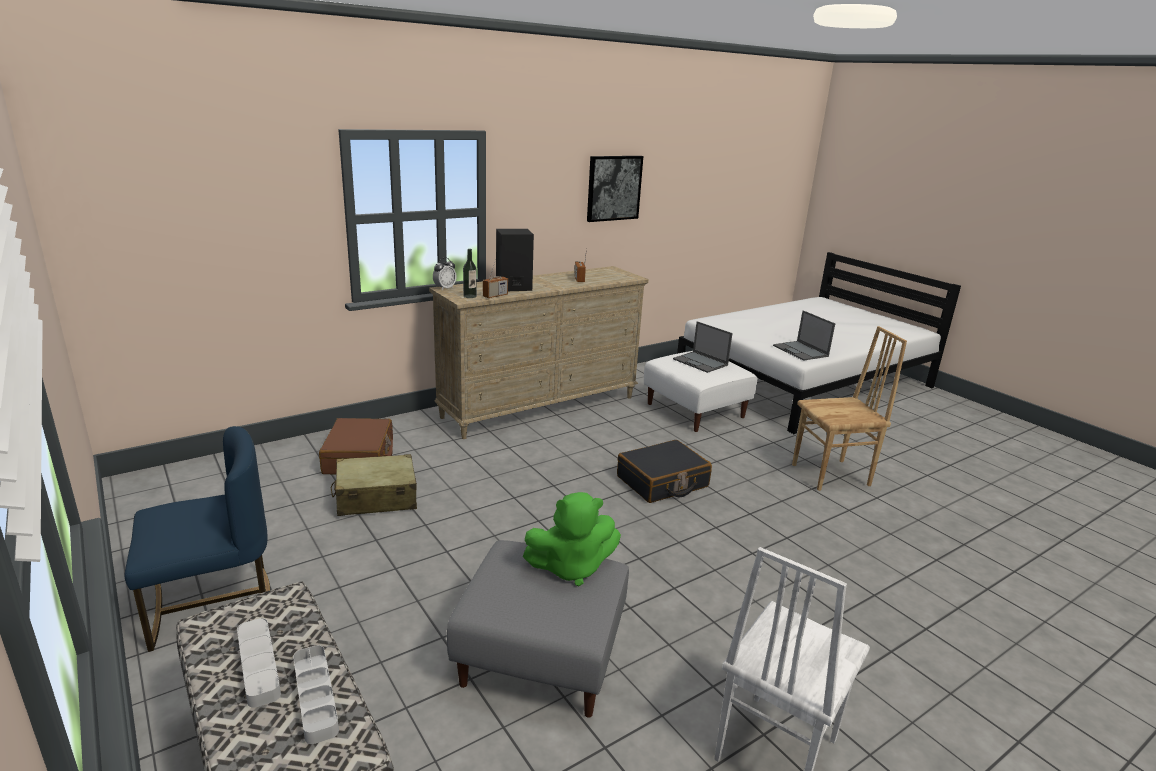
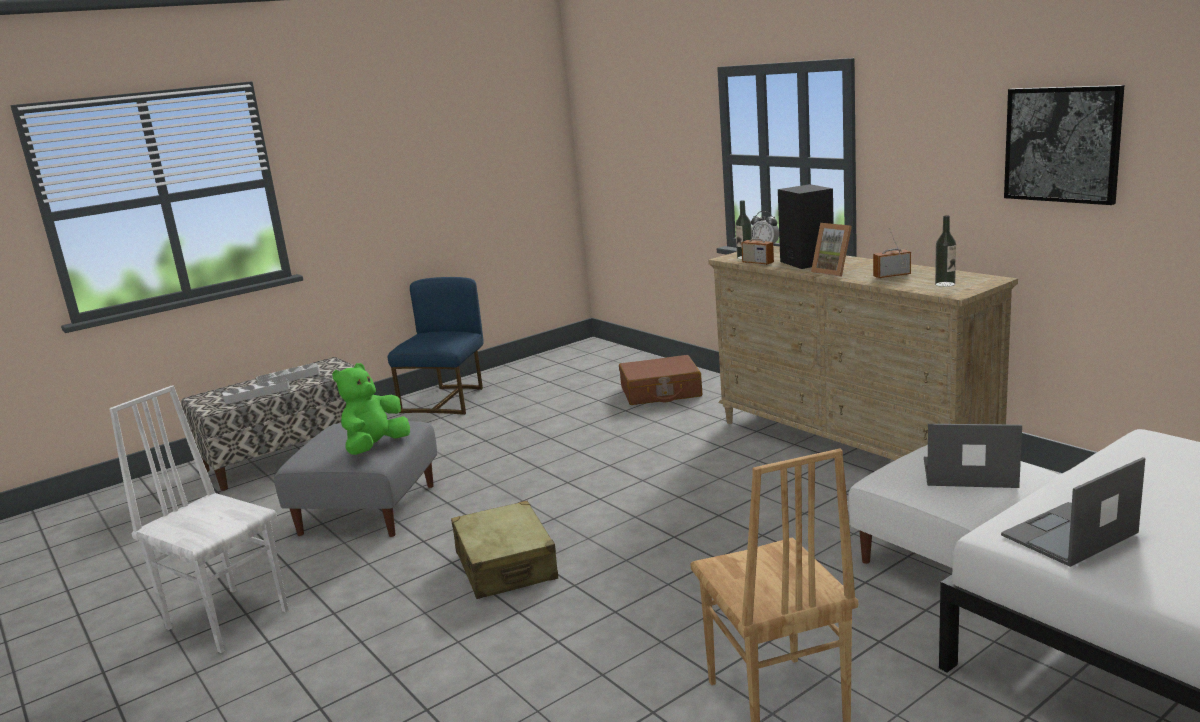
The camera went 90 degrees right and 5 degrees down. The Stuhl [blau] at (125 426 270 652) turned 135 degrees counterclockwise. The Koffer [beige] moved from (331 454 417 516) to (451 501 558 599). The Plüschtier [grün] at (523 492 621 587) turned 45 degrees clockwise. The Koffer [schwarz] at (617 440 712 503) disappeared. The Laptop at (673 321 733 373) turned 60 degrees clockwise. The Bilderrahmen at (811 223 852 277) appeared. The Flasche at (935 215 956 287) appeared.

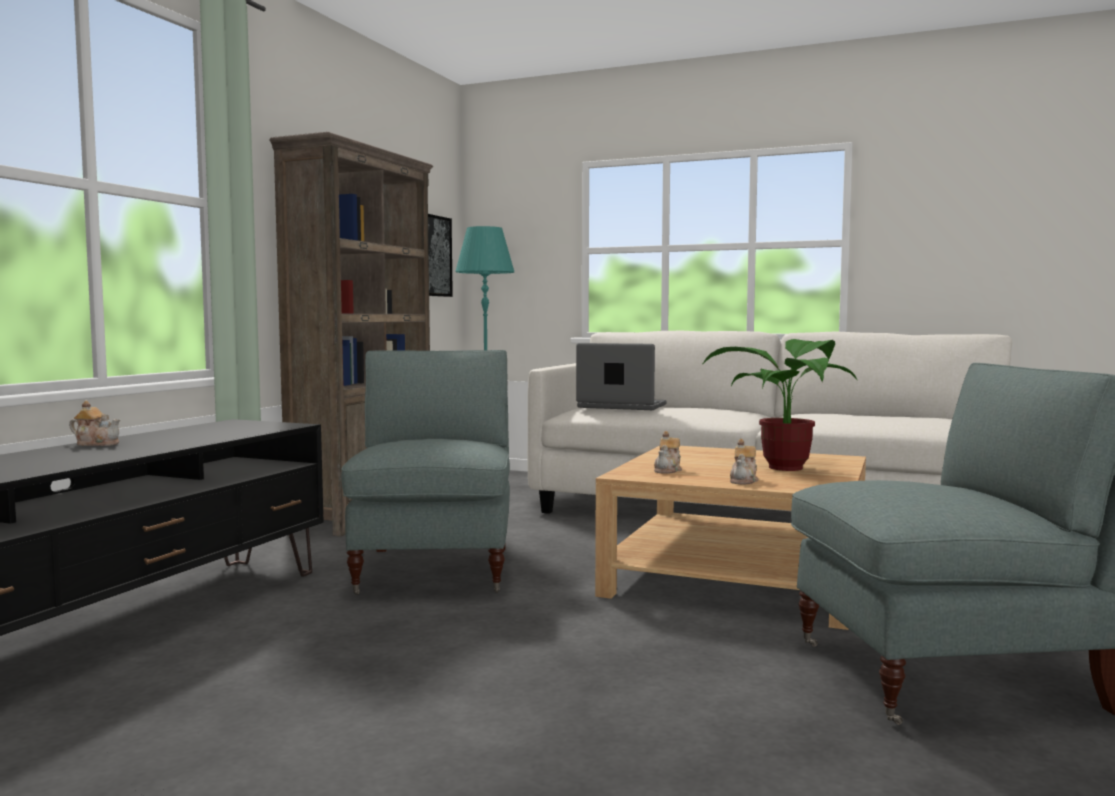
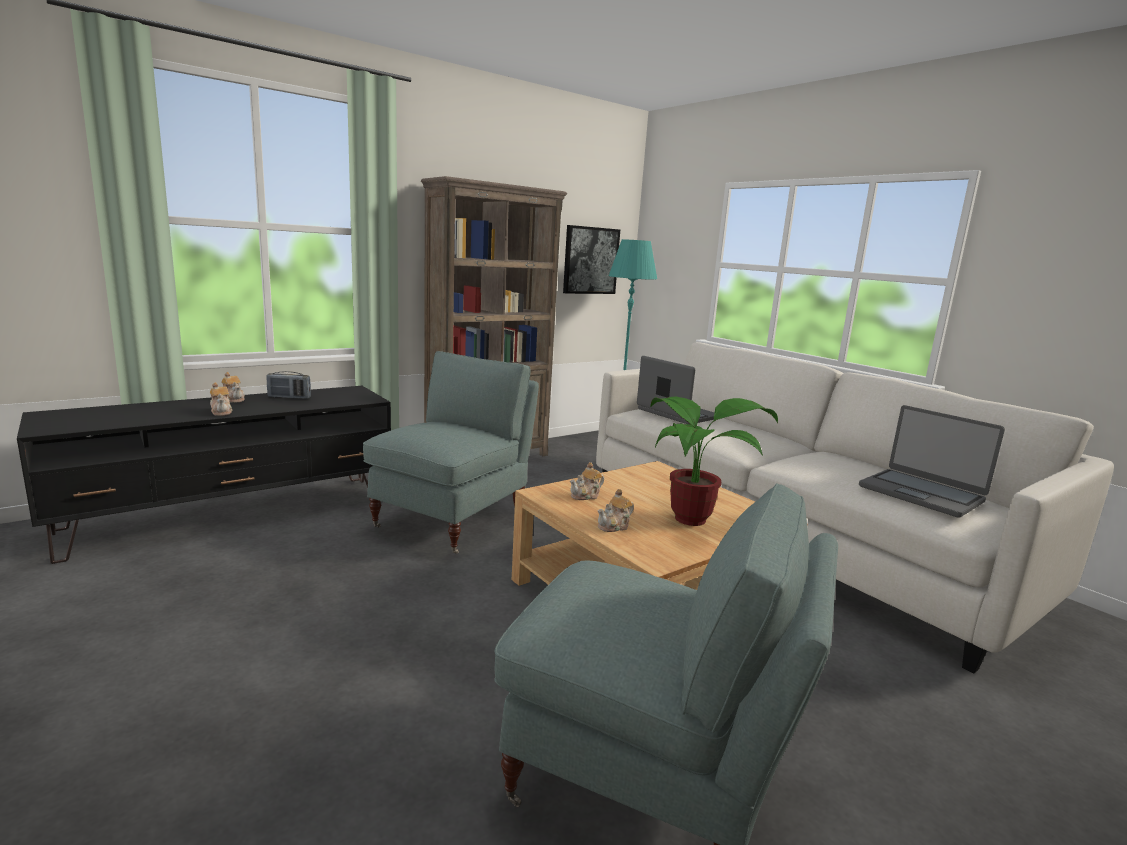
The camera went 30 degrees right and 10 degrees up. The Teekanne at (210 382 233 416) appeared. The Radio at (267 371 311 399) appeared. The Laptop at (859 405 1005 518) appeared.

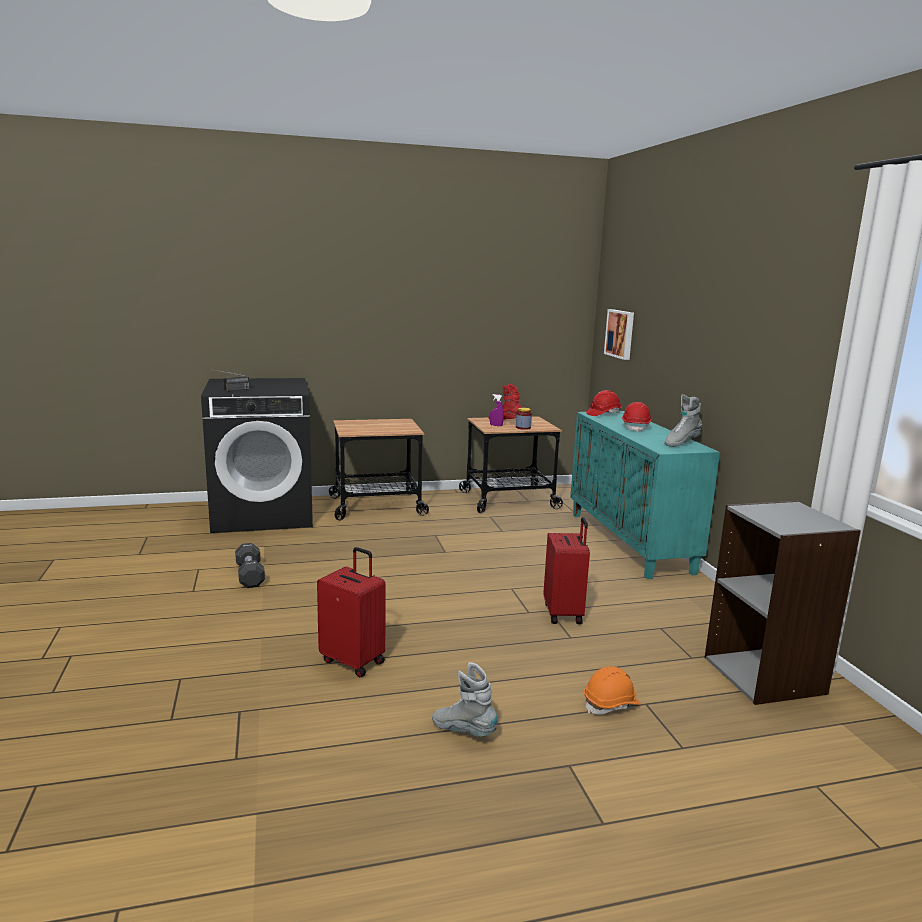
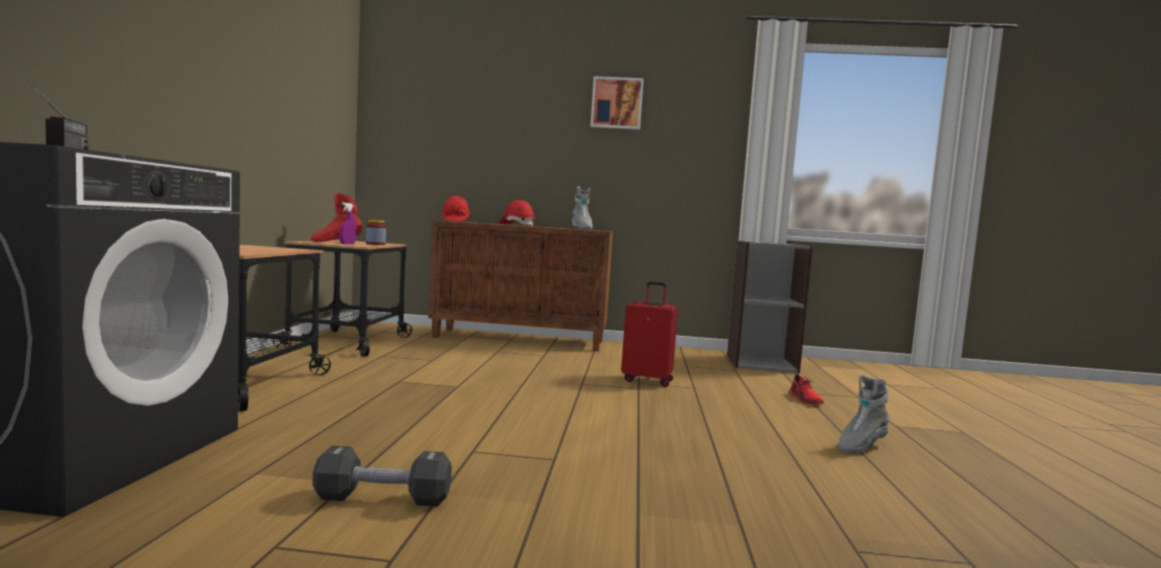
The camera went 70 degrees left and 10 degrees down. The Koffer [rot] at (317 547 386 677) disappeared. The Schrank [türkis] at (570 411 720 579) became the Schrank [braun] at (428 220 613 351). The Schutzhelm [orange] at (584 666 641 715) was replaced by the Schuh [rot] at (789 374 824 404). The Bild moved from (604 309 634 360) to (591 76 644 130).

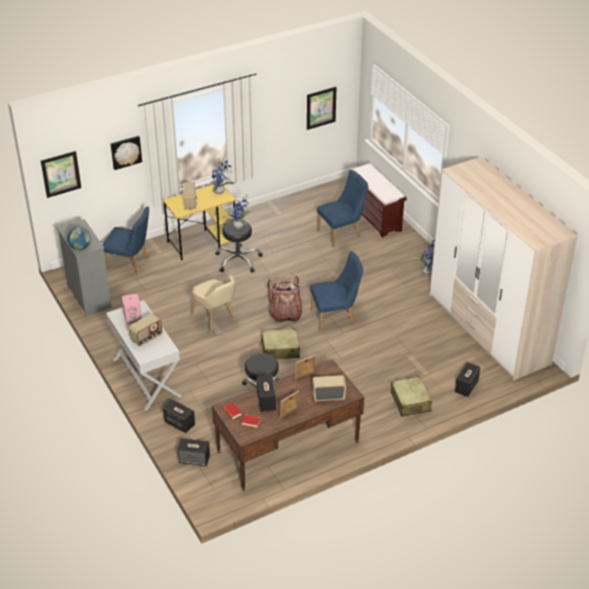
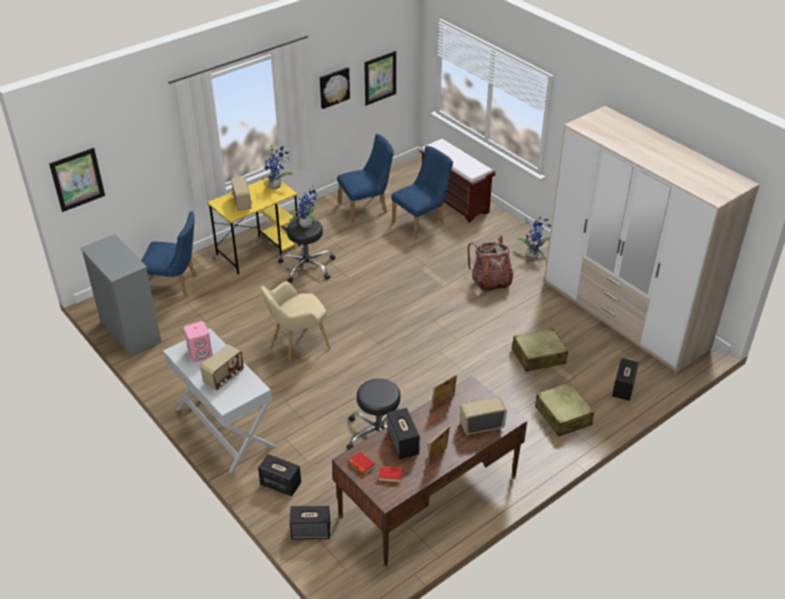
The camera went 10 degrees left and 0 degrees up. The Globus at (67 227 91 250) disappeared. The Bild moved from (111 136 142 170) to (320 67 350 109). The Sessel [beige] at (190 275 237 335) turned 105 degrees clockwise. The Koffer [beige] moved from (260 328 300 359) to (512 328 568 372). The Rucksack moved from (268 276 303 323) to (468 235 513 292). The Stuhl [blau] moved from (310 251 363 331) to (337 134 394 223).

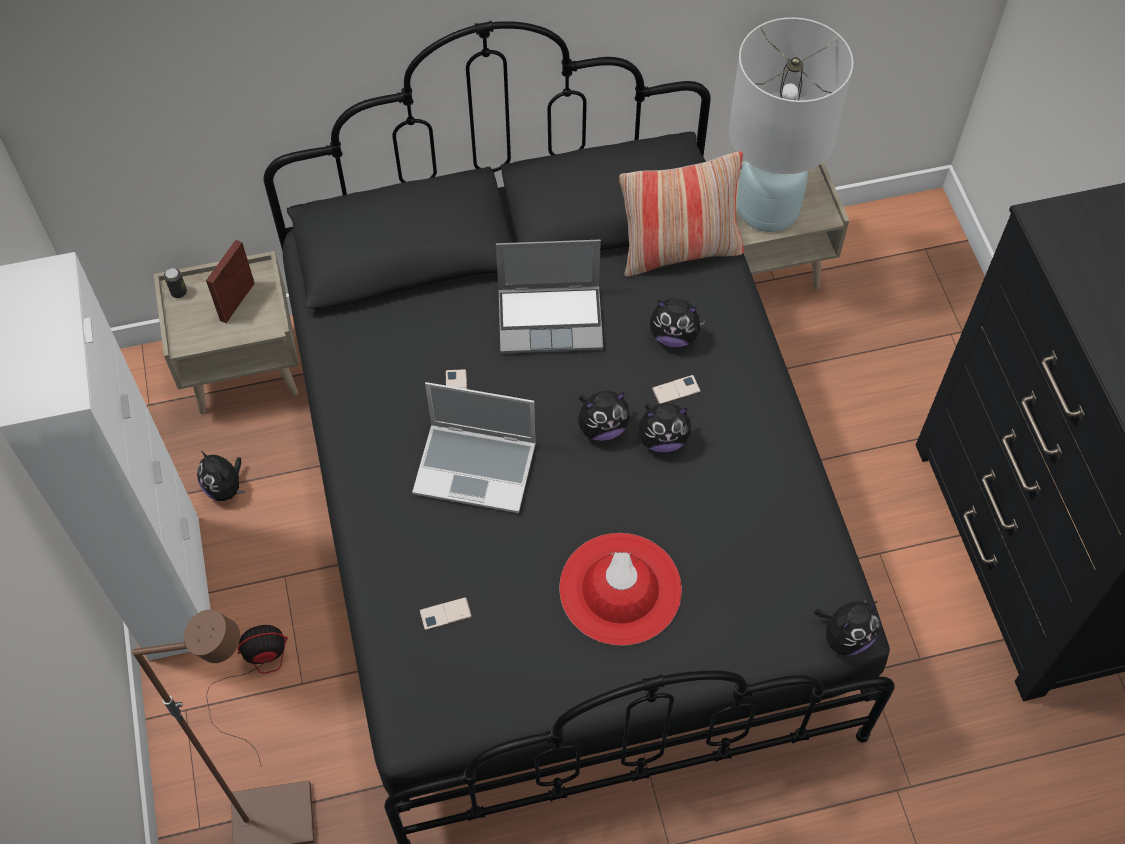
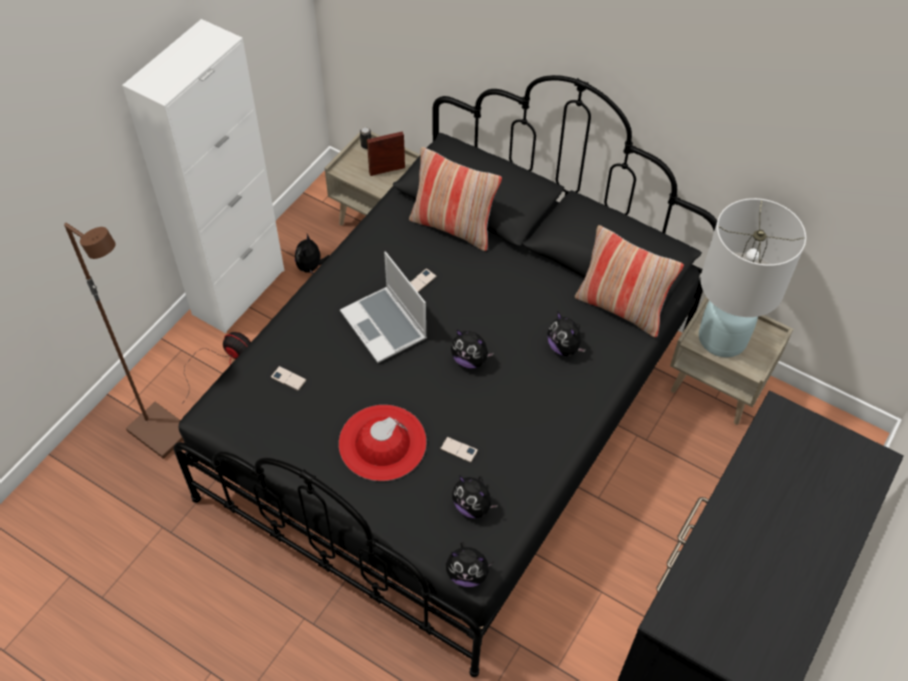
The camera went 45 degrees right and 5 degrees down. The Laptop at (496 240 603 354) disappeared. The Plüschtier moved from (638 403 692 452) to (452 475 498 518). The Handy moved from (652 375 701 404) to (440 437 478 462). The Kissen at (409 147 502 251) appeared.

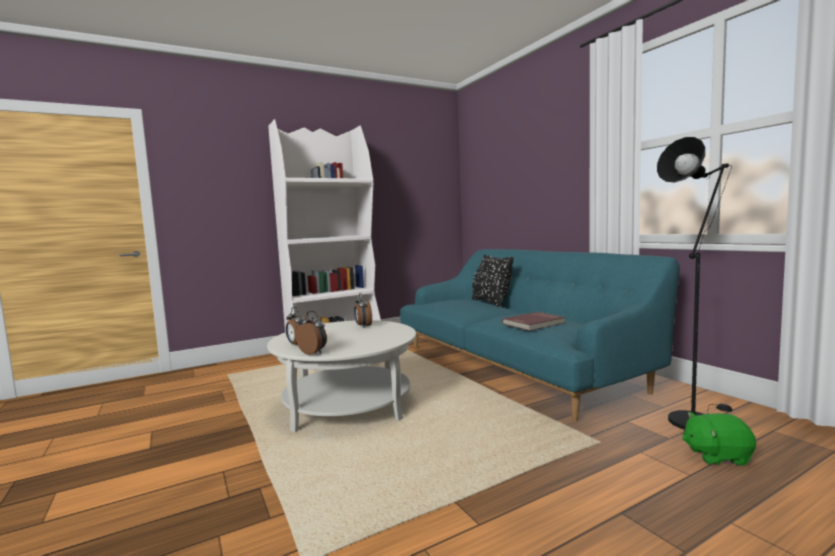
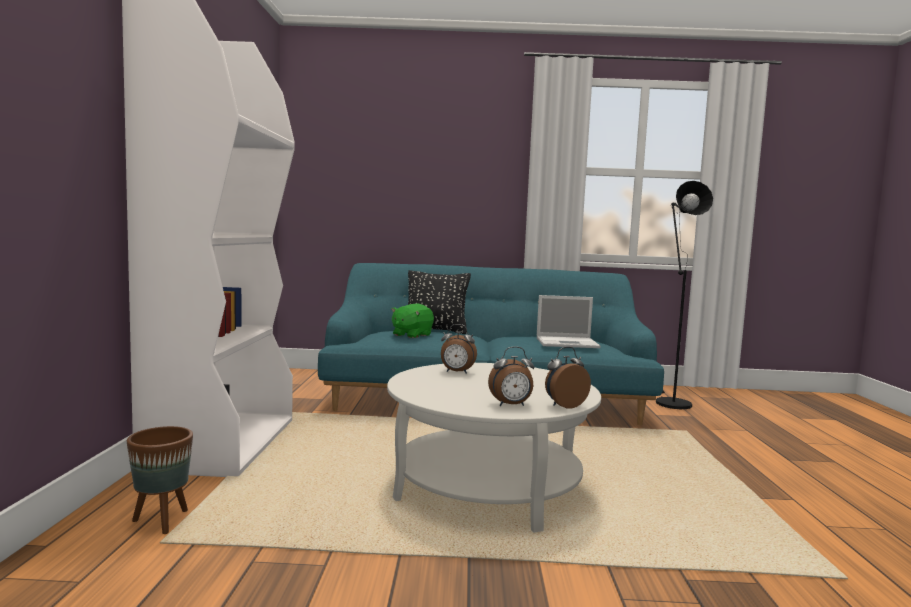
The camera went 60 degrees left and 0 degrees up. The Buch [rot] at (502 312 565 331) was replaced by the Laptop at (537 295 601 348). The Plüschtier [grün] moved from (682 412 756 466) to (391 304 434 338). The Pflanzkübel [braun] at (127 426 193 534) appeared.

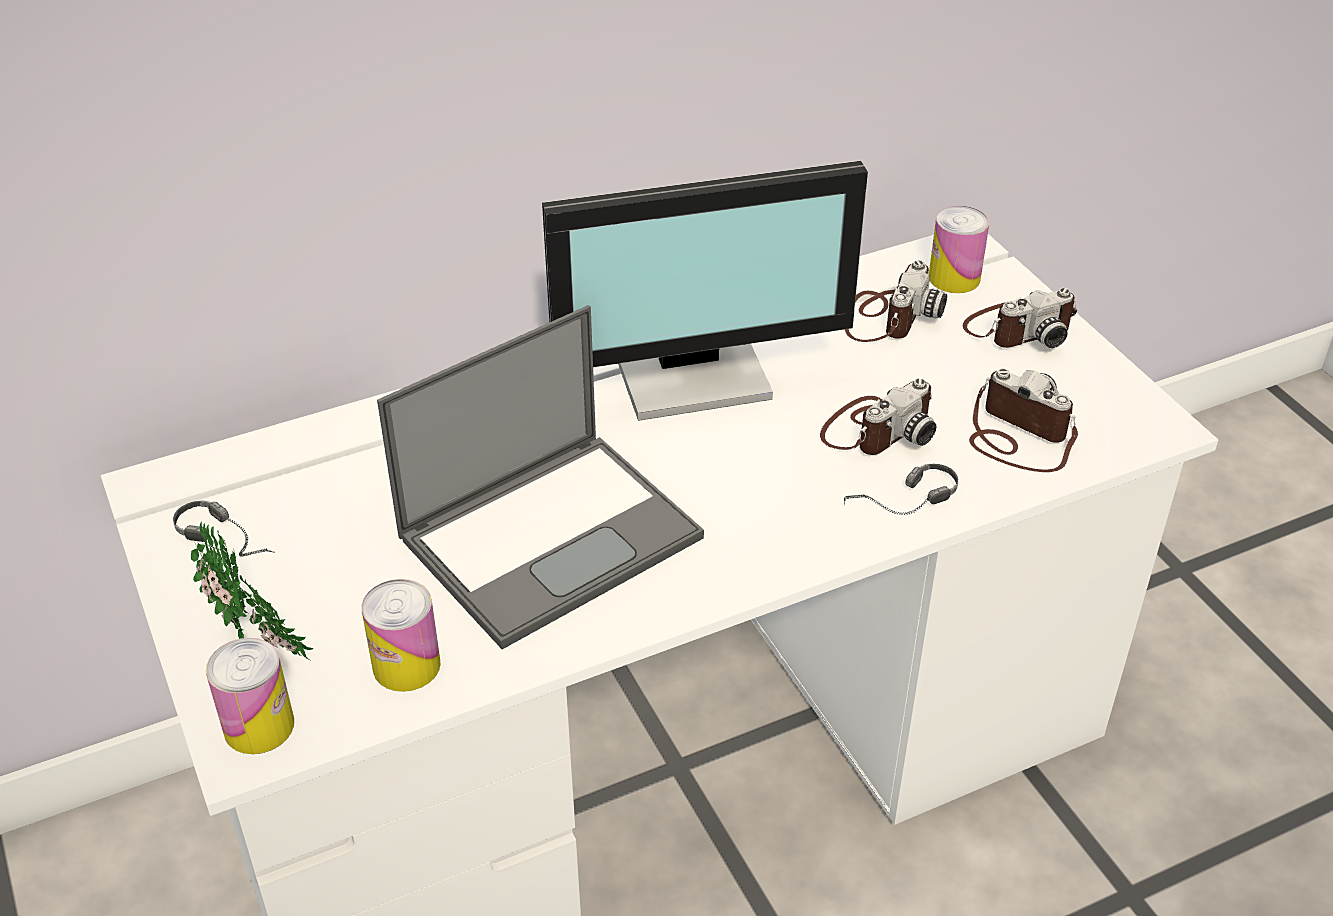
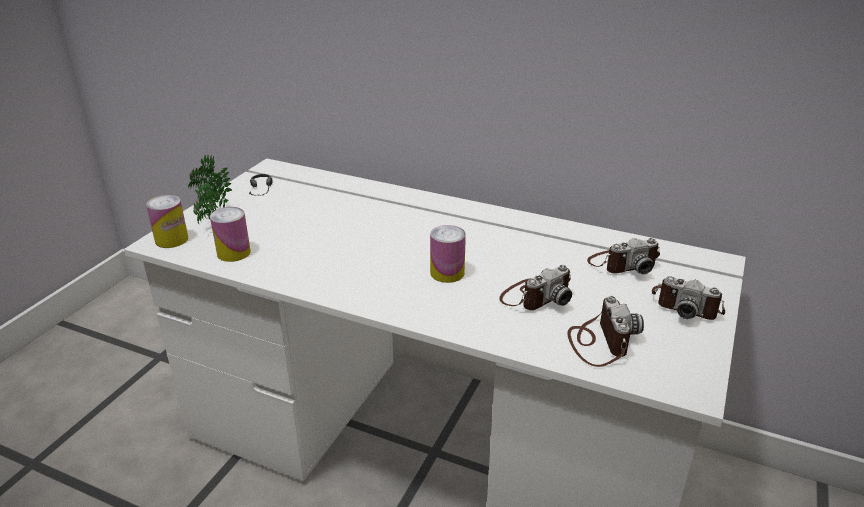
The camera went 50 degrees right and 10 degrees down. The Laptop at (377 305 704 649) disappeared. The Monitor at (542 161 868 421) disappeared. The Kamera at (820 378 937 455) turned 45 degrees counterclockwise. The Kopfhörer at (844 464 958 515) disappeared. The Dose moved from (929 206 989 293) to (430 225 466 283).

